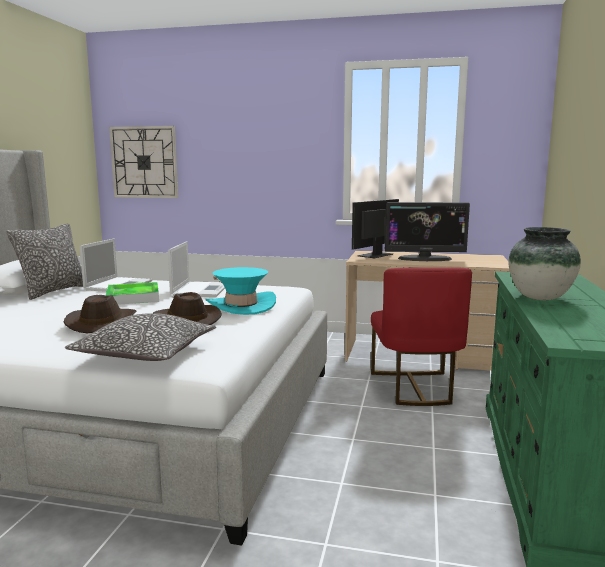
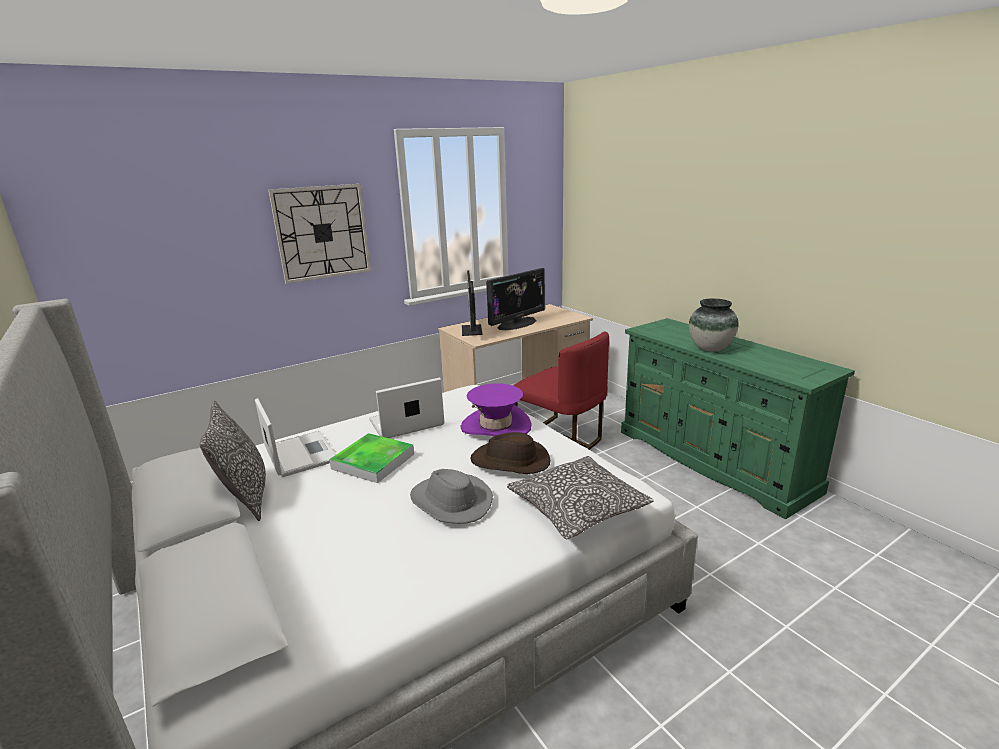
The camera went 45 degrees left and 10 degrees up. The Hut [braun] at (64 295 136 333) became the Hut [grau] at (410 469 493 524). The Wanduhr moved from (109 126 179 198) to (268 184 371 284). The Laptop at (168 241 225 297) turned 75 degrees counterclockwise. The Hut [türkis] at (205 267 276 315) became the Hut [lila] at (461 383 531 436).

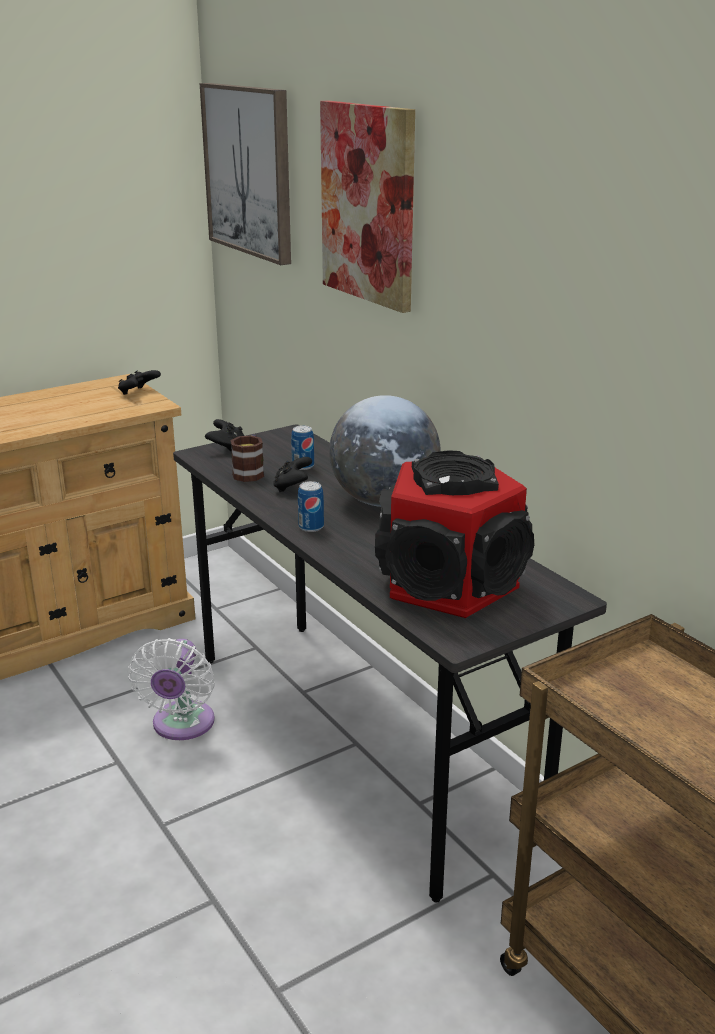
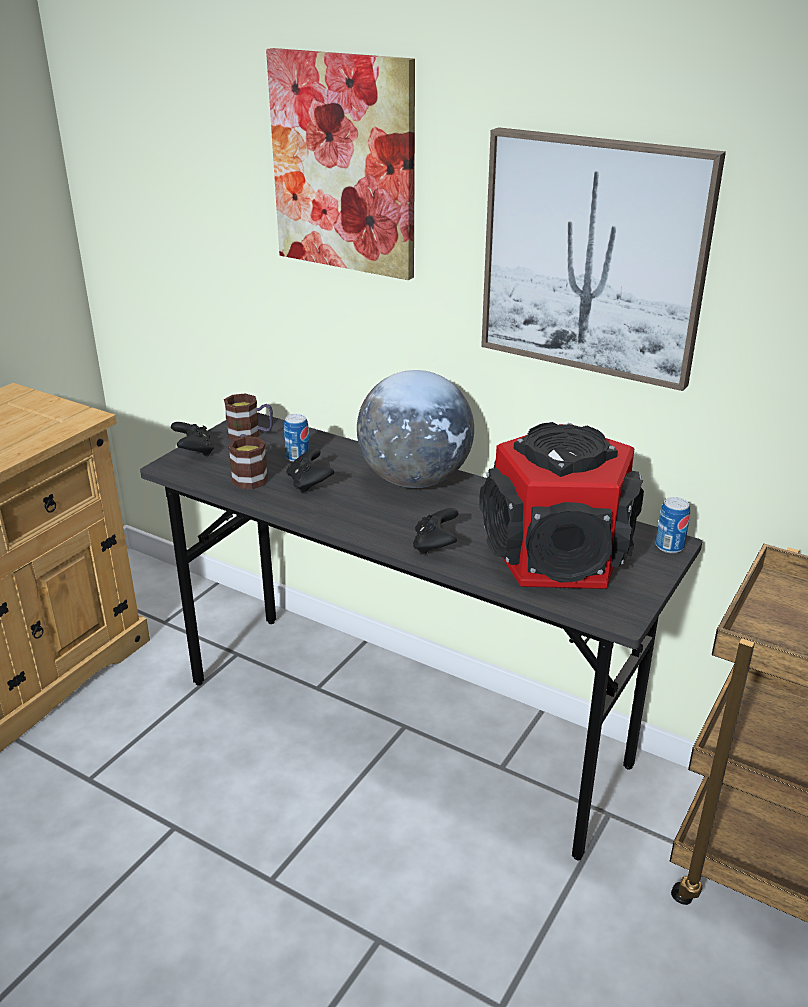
The camera went 25 degrees left and 5 degrees up. The Gamepad [schwarz] moved from (118 370 161 395) to (413 508 458 554). The Ventilator [weiß] at (128 638 215 740) disappeared. The Bild moved from (200 83 291 265) to (481 127 726 391). The Dose moved from (298 481 324 532) to (656 497 690 553). The Henkelbecher at (224 394 273 440) appeared.

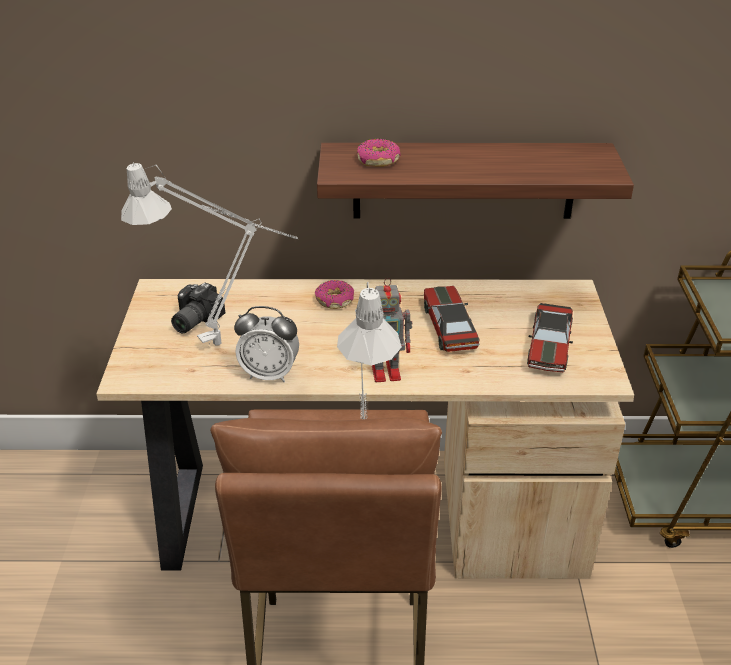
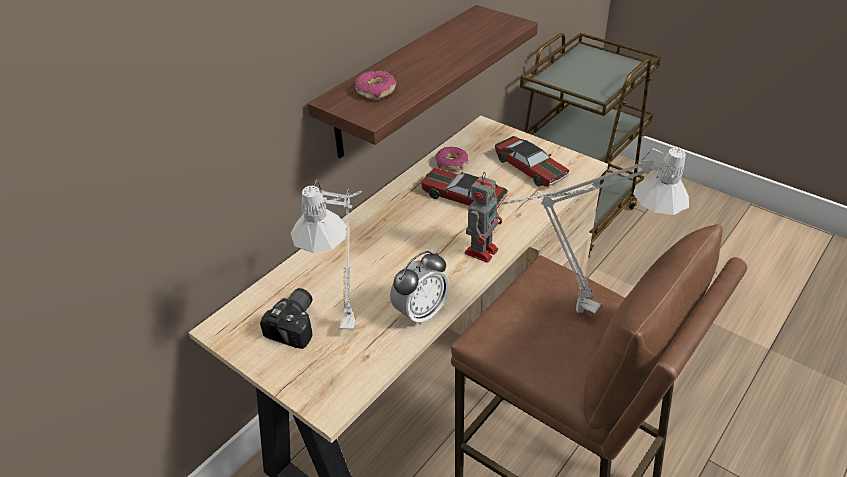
The camera went 50 degrees left and 5 degrees up. The Kamera at (171 283 225 333) turned 135 degrees counterclockwise. The Donut moved from (315 280 354 309) to (435 147 468 171).

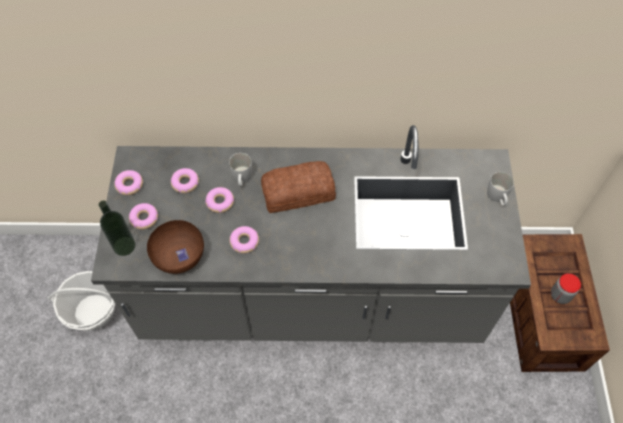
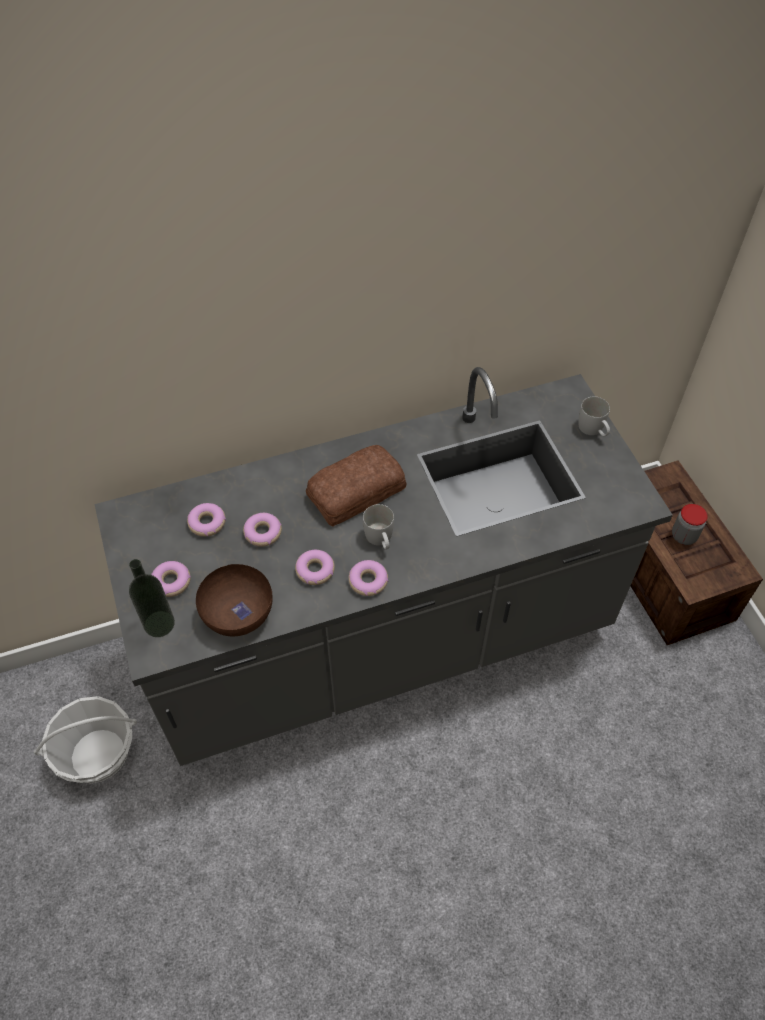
The camera went 20 degrees left and 5 degrees down. The Donut moved from (114 170 143 195) to (348 560 388 596). The Henkelbecher [weiß] moved from (229 153 252 187) to (363 504 394 550).

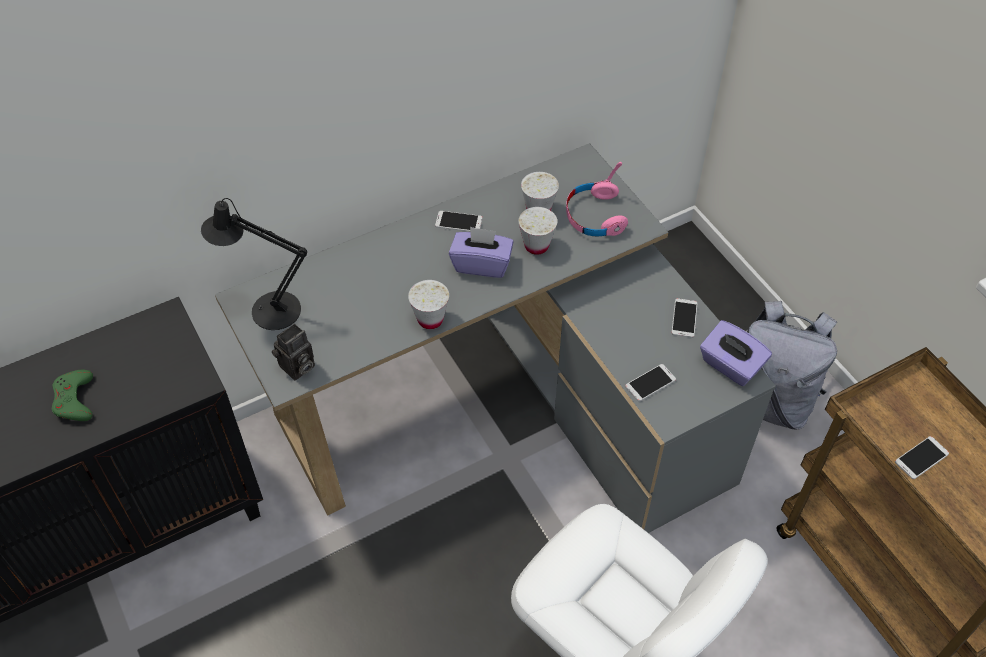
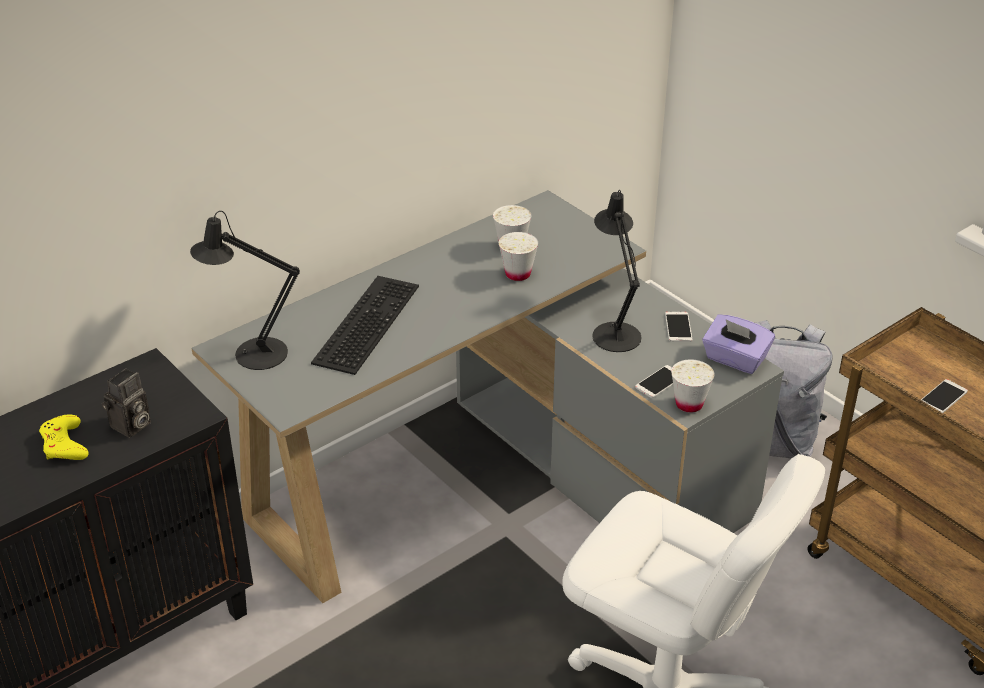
The camera went 10 degrees left and 15 degrees down. The Gamepad [grün] at (52 370 93 421) became the Gamepad [gelb] at (39 414 89 460). The Kamera moved from (271 323 315 380) to (102 368 151 438). The Tasse [weiß] moved from (408 280 449 329) to (671 359 714 413). The Handy at (435 211 483 232) disappeared. The Taschentuchbox [lila] at (449 227 514 278) disappeared. The Kopfhörer [rosa] at (566 162 628 236) disappeared. The Tastatur at (311 276 419 375) appeared. The Tischlampe [schwarz] at (592 190 641 352) appeared.

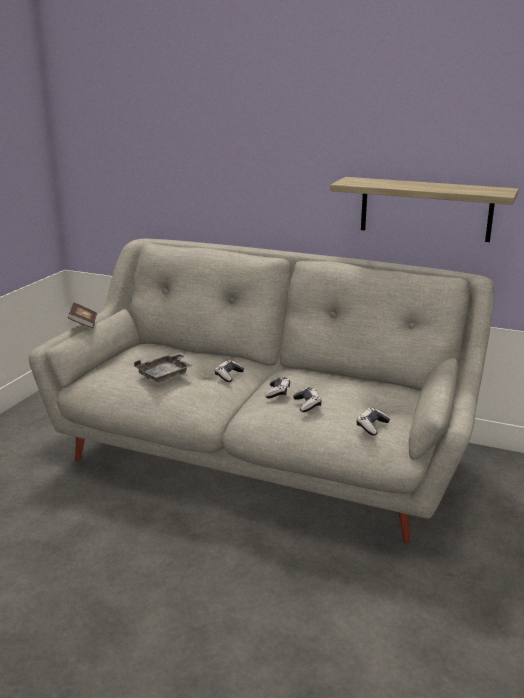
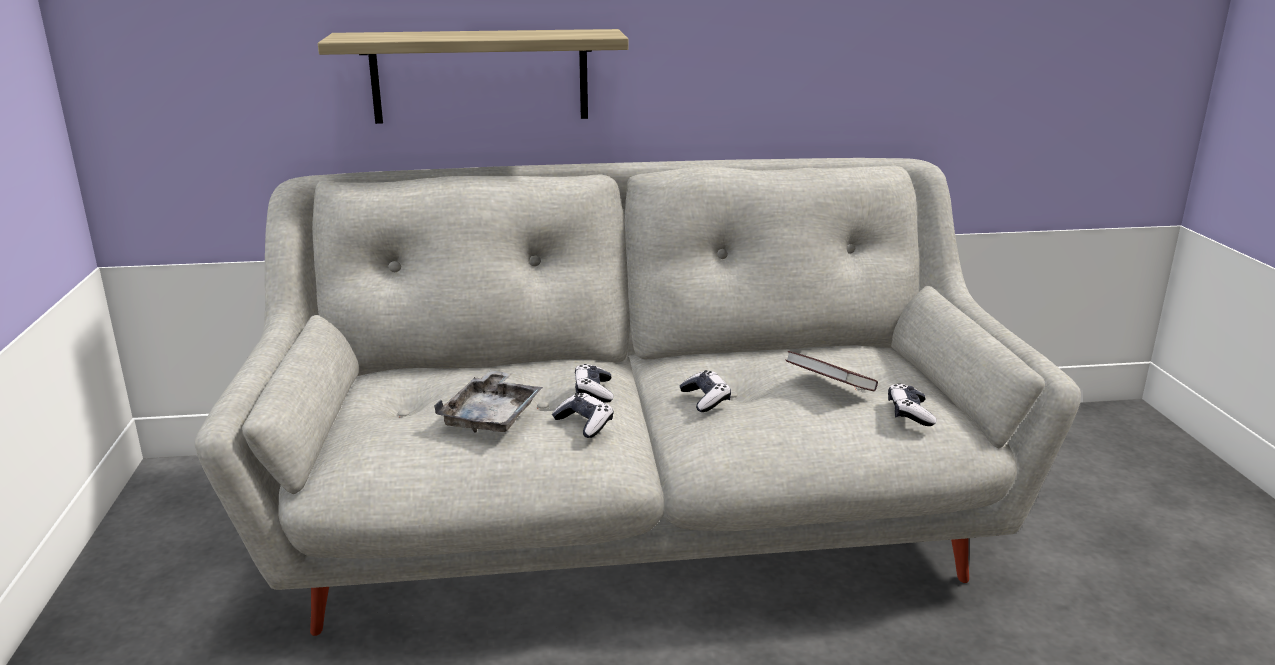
The camera went 30 degrees left and 0 degrees up. The Buch moved from (68 302 97 328) to (786 351 878 392). The Gamepad moved from (293 387 322 412) to (552 393 614 438). The Wandregal moved from (330 177 519 242) to (318 29 628 124).

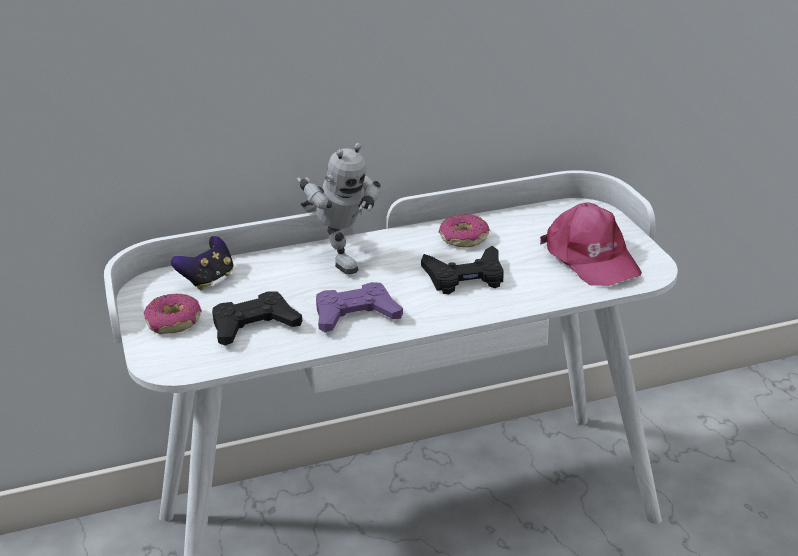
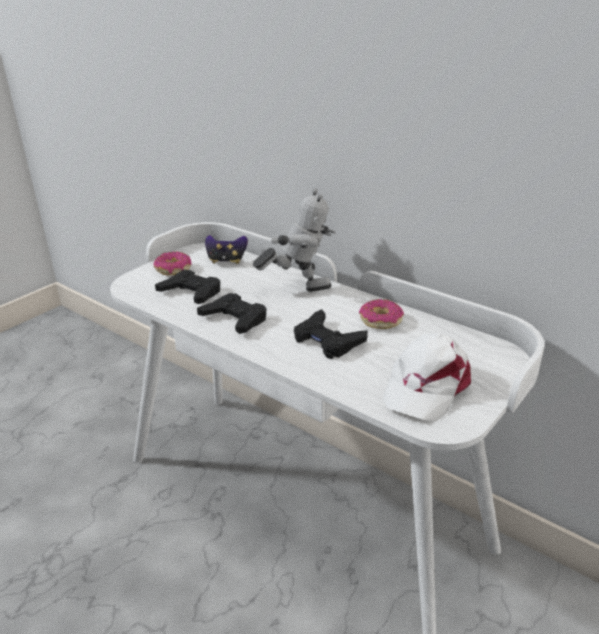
The camera went 55 degrees right and 0 degrees up. The Spielzeugroboter at (297 143 381 274) turned 120 degrees counterclockwise. The Gamepad [lila] at (316 282 403 333) became the Gamepad [schwarz] at (197 293 267 334). The Kappe [rosa] at (540 202 642 286) became the Kappe [weiß] at (383 333 471 421).

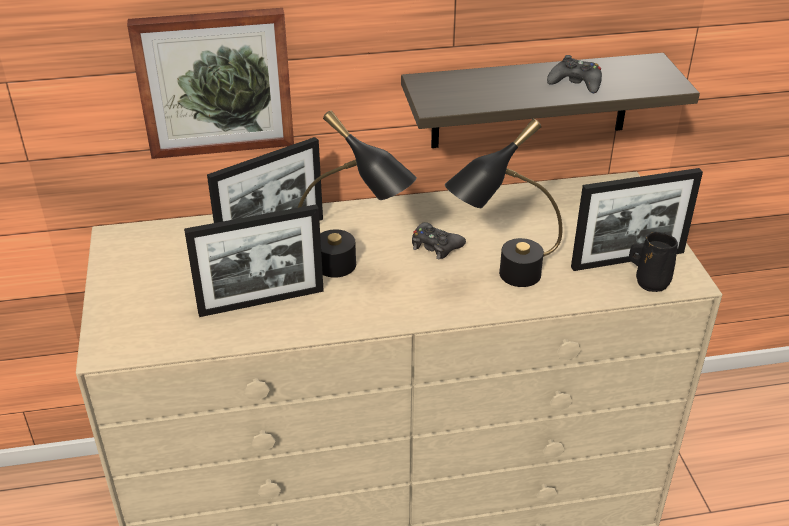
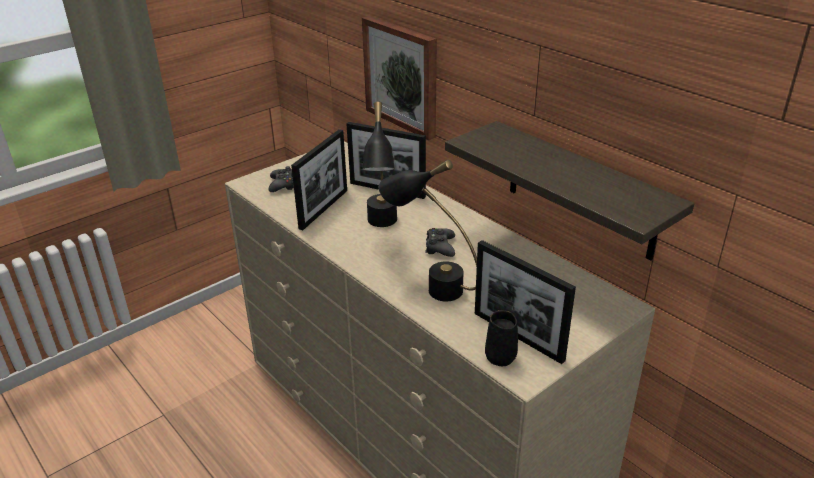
The camera went 60 degrees right and 5 degrees down. The Bilderrahmen at (184 204 324 317) turned 105 degrees counterclockwise. The Gamepad [schwarz] moved from (547 55 602 93) to (268 166 294 192).

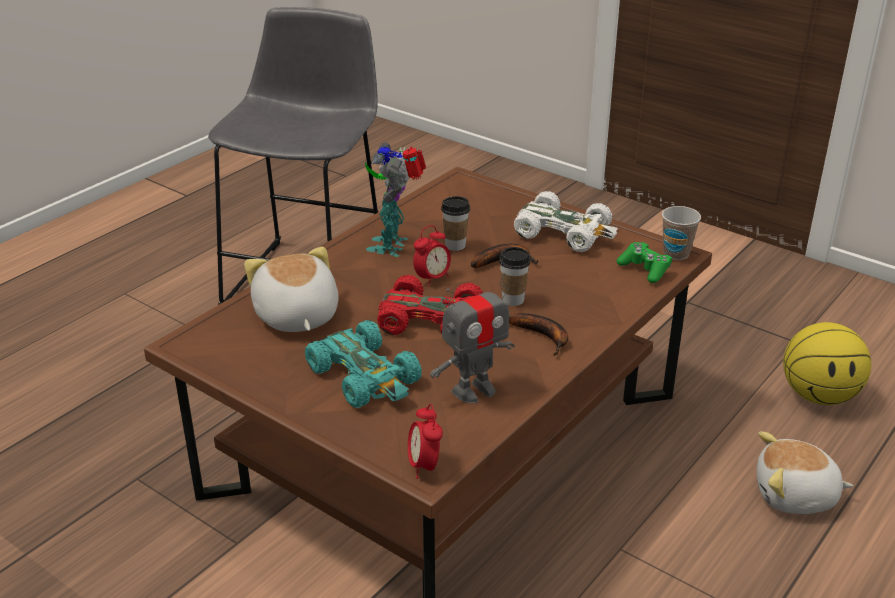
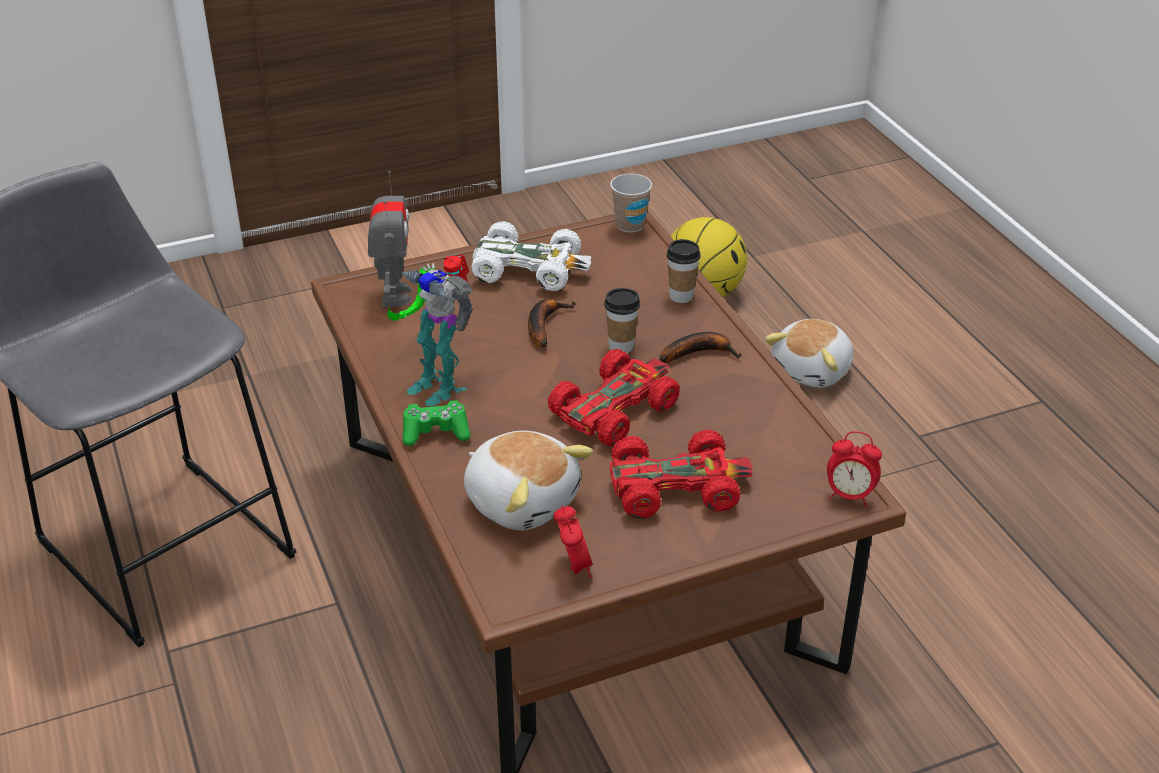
The camera went 60 degrees left and 5 degrees up. The Plüschtier at (244 247 339 332) turned 150 degrees counterclockwise. The Spielzeugauto [türkis] at (305 320 422 408) became the Spielzeugauto [rot] at (610 429 753 519). The Wecker moved from (413 225 451 286) to (554 505 593 578). The Spielzeugroboter moved from (430 272 515 403) to (368 171 413 307). The Tasse moved from (441 196 470 251) to (667 239 701 303). The Spielzeugauto [weiß] at (514 191 618 252) turned 45 degrees clockwise. The Gamepad [grün] moved from (617 242 672 283) to (403 400 471 446).

